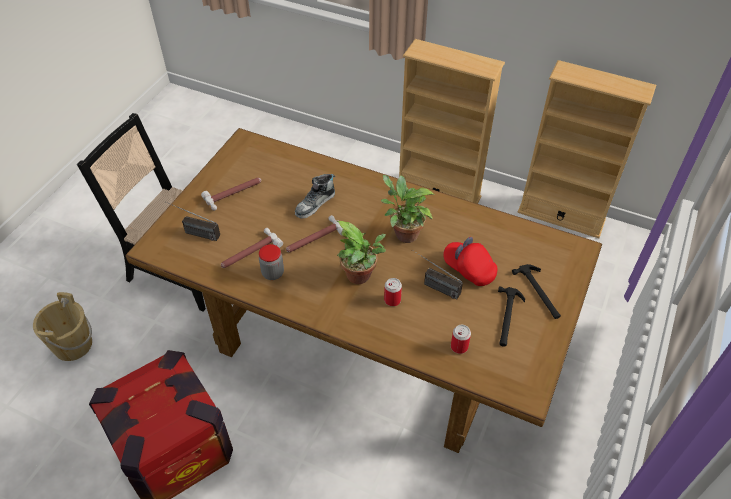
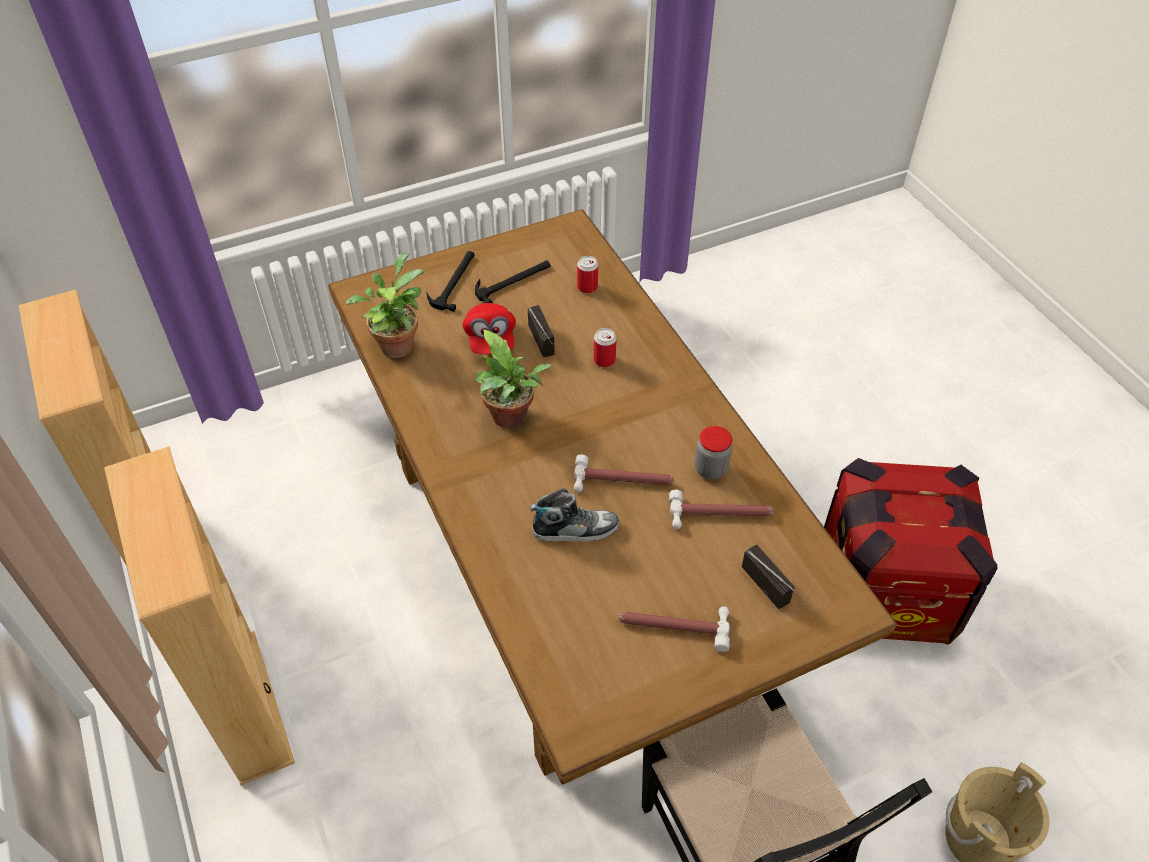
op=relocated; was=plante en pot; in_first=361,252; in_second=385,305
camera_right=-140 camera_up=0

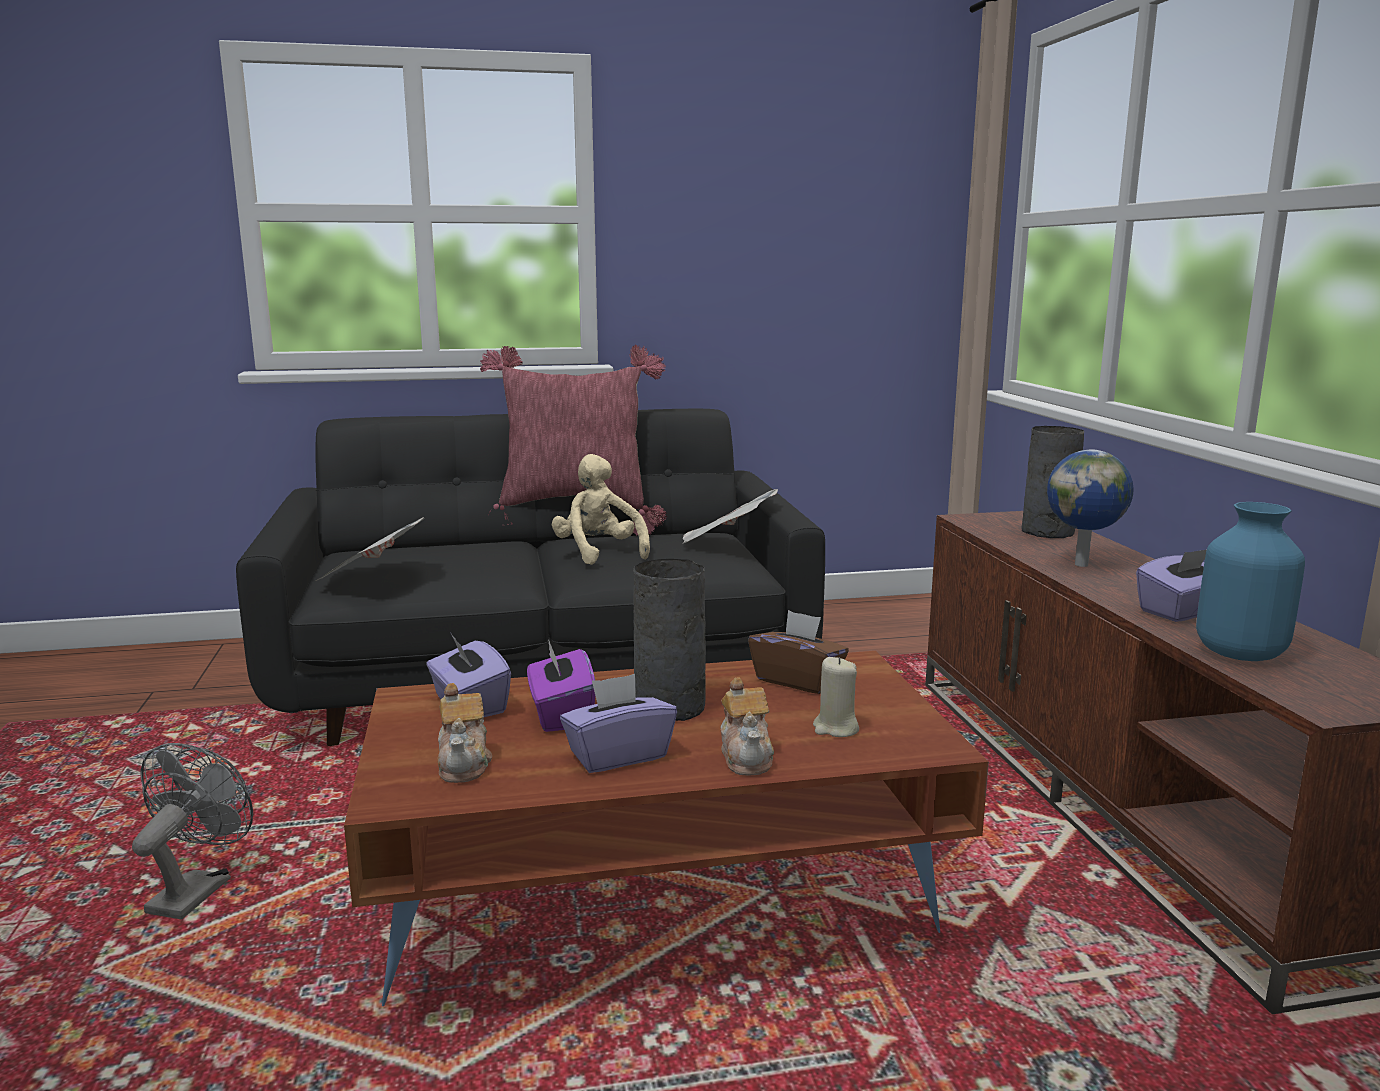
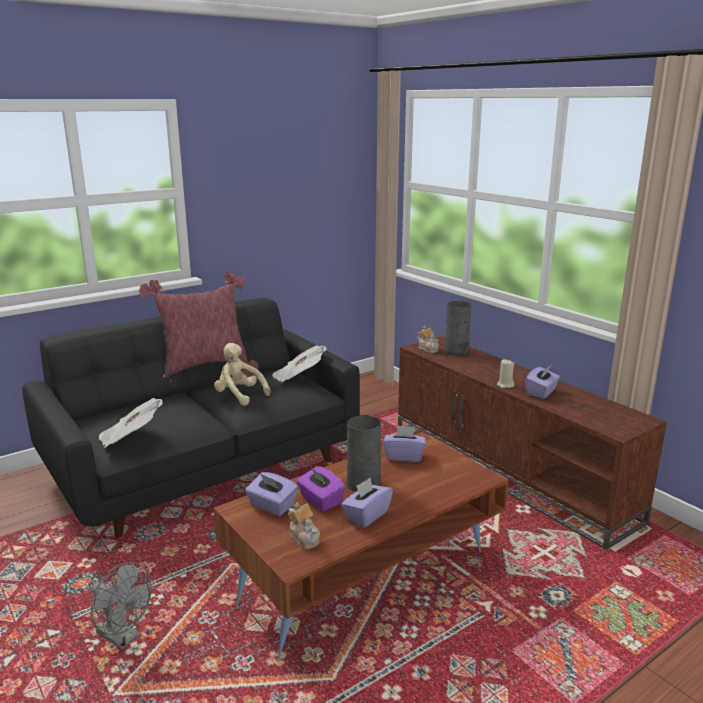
op=spun; was=ventilateur/gris; in_first=192,831; in_second=121,606; clockwise=135
op=colour; was=boîte à mouchoirs/marron; now=boîte à mouchoirs/violet; in_first=798,652; in_second=404,443
op=relocated; was=théière; in_first=747,726; in_second=428,339
op=relocated; was=bougie/beige; in_first=836,697; in_second=506,373
op=missing; was=globe; in_first=1090,508
op=missing; was=vase/bleu; in_first=1250,581
camera_right=-25 camera_up=5

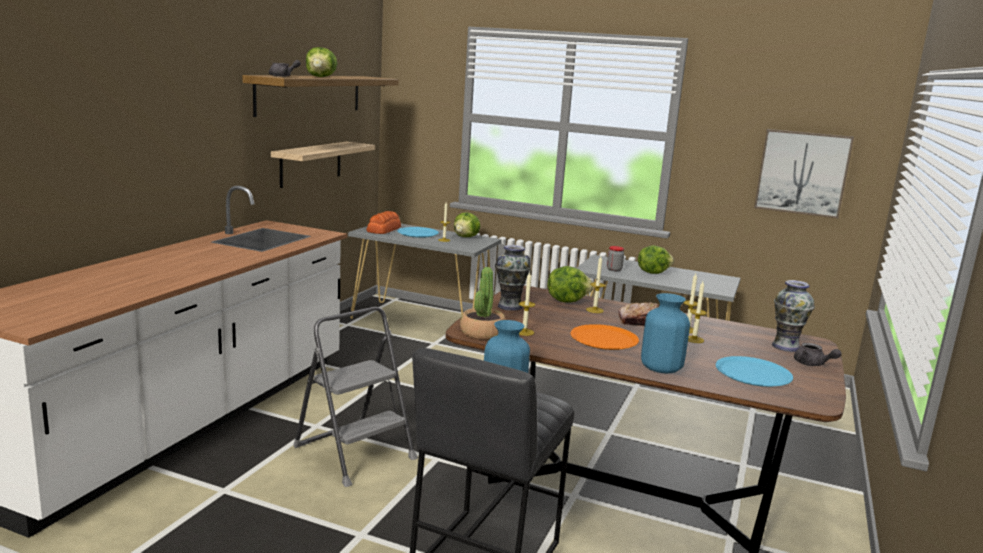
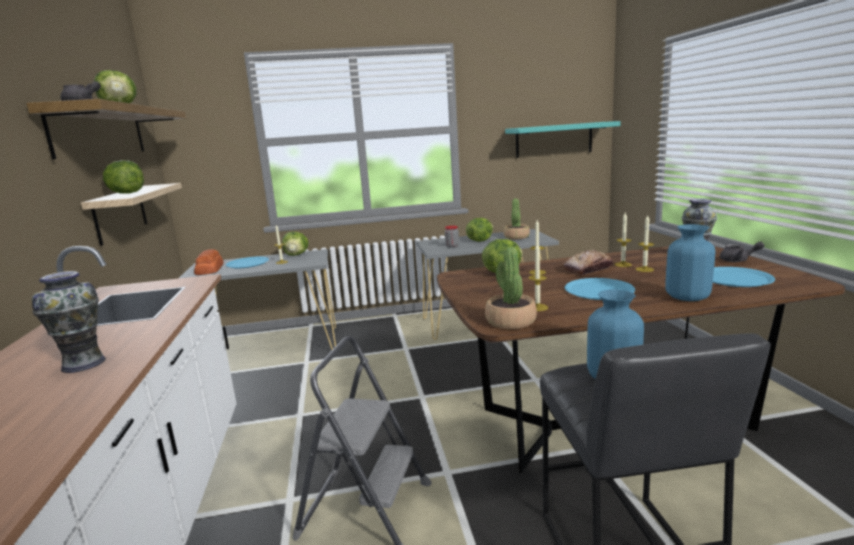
op=relocated; was=vase; in_first=513,278; in_second=69,322
op=appeared; now=laitue; in_second=123,177
op=appeared; now=plante en pot; in_second=517,218
op=exchanged; was=tableau; now=étagère/turquoise; in_first=804,174; in_second=563,139
op=colour; was=assiette/orange; now=assiette/bleu; in_first=604,337; in_second=600,289
camera_right=-30 camera_up=0

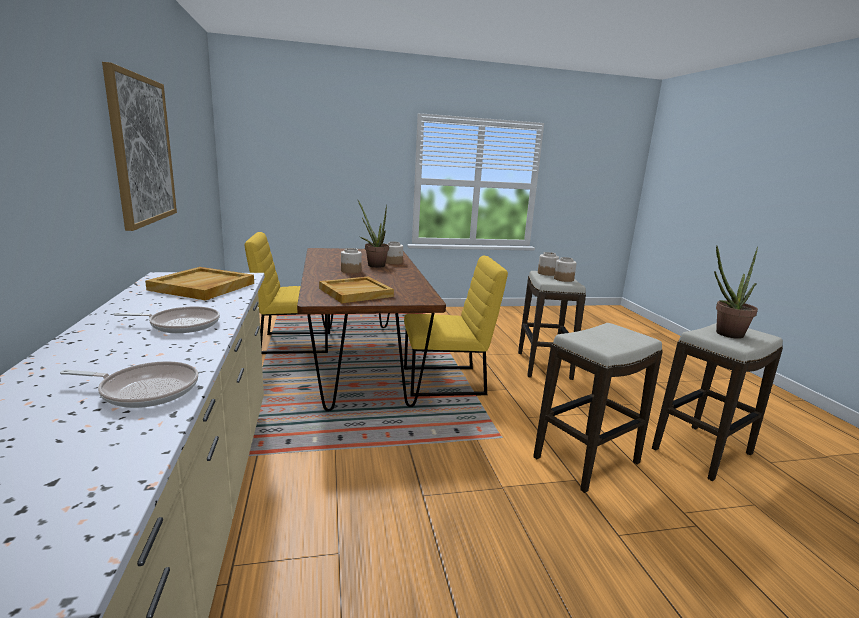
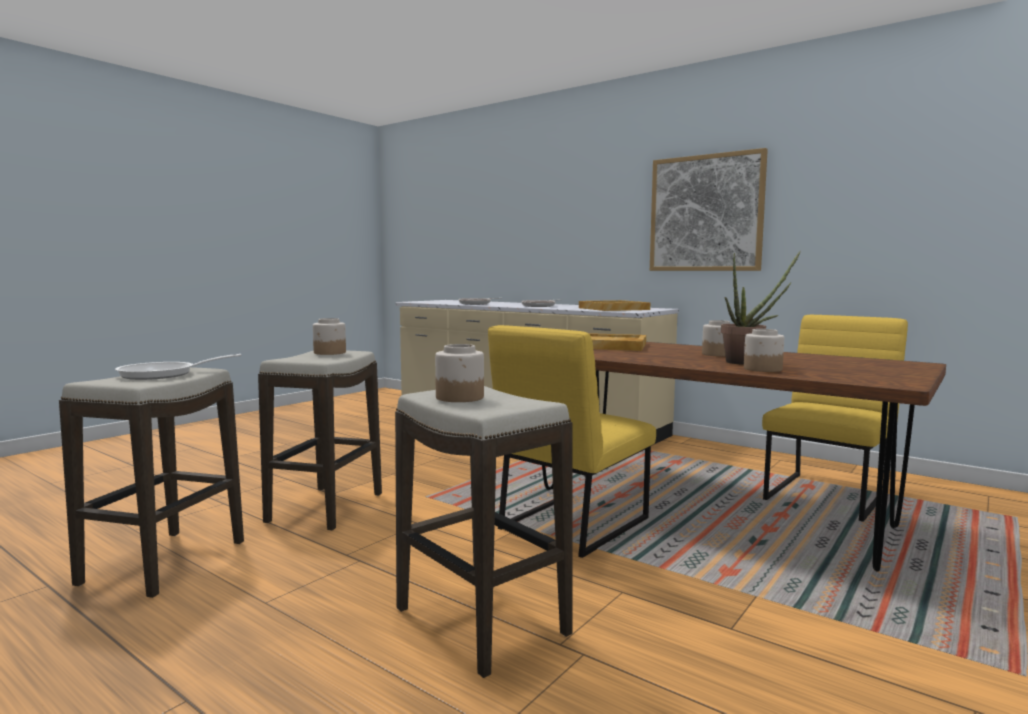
op=exchanged; was=plante en pot; now=poêle; in_first=736,292; in_second=178,367
op=relocated; was=bocal; in_first=548,264; in_second=329,336
camera_right=140 camera_up=-10

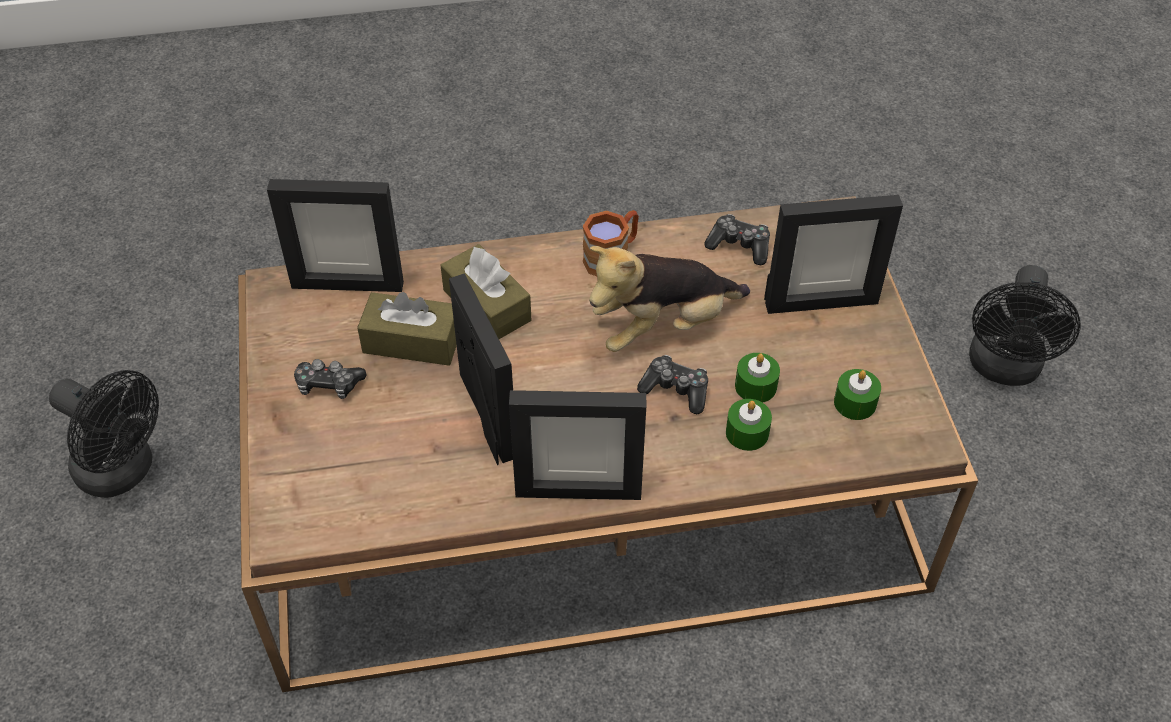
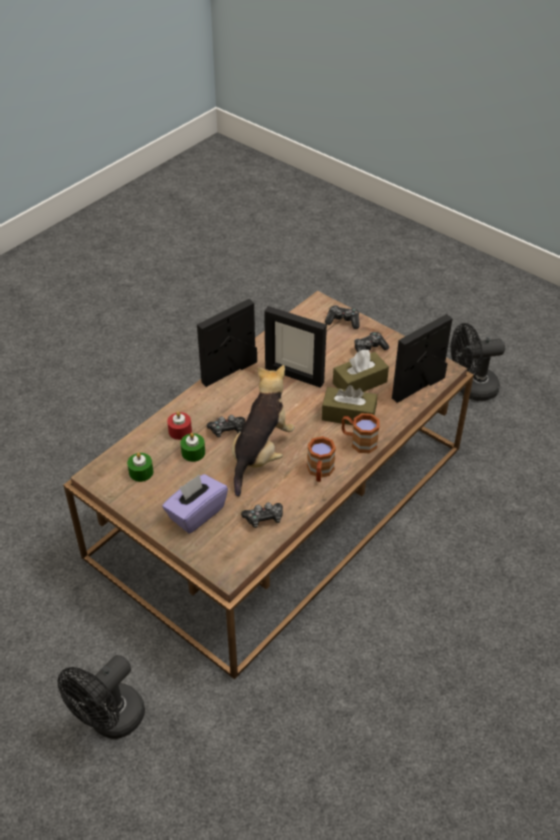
op=spun; was=ventilateur/noir; in_first=1025,325; in_second=101,697; clockwise=-120
op=exchanged; was=cadre photo; now=boîte à mouchoirs/violet; in_first=833,254; in_second=195,503
op=colour; was=bougie/vert; now=bougie/rouge; in_first=749,425; in_second=179,425
op=appeared; now=manette; in_second=342,317
op=appeared; now=mug/marron; in_second=361,433
camera_right=140 camera_up=-5

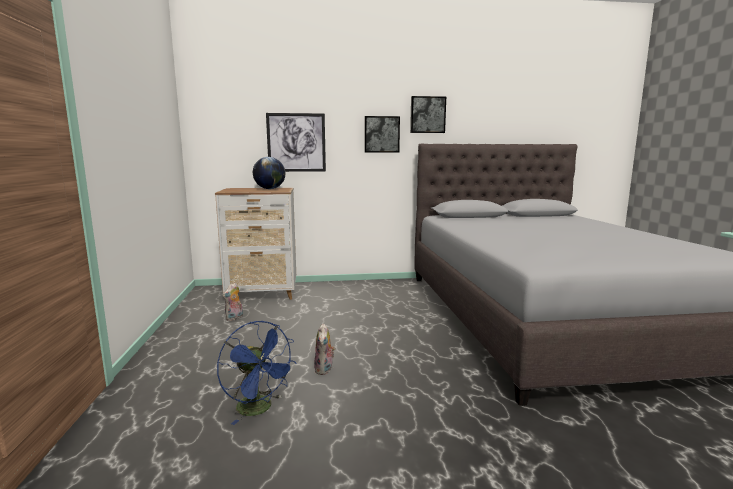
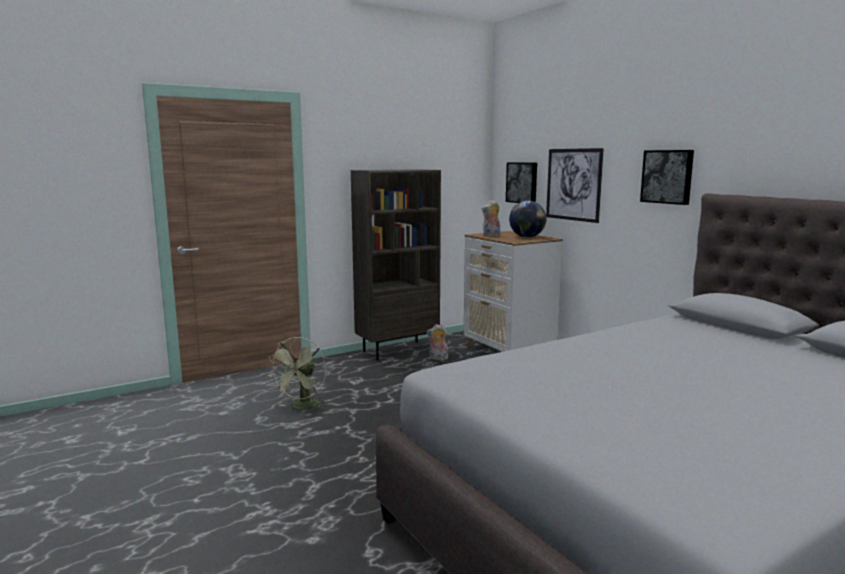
op=colour; was=ventilateur/bleu; now=ventilateur/vert; in_first=257,373; in_second=298,374
op=appeared; now=bibliothèque/marron; in_second=396,264
op=relocated; was=peluche; in_first=324,349; in_second=491,218
op=relocated; was=tableau; in_first=428,114; in_second=521,182
camera_right=65 camera_up=0

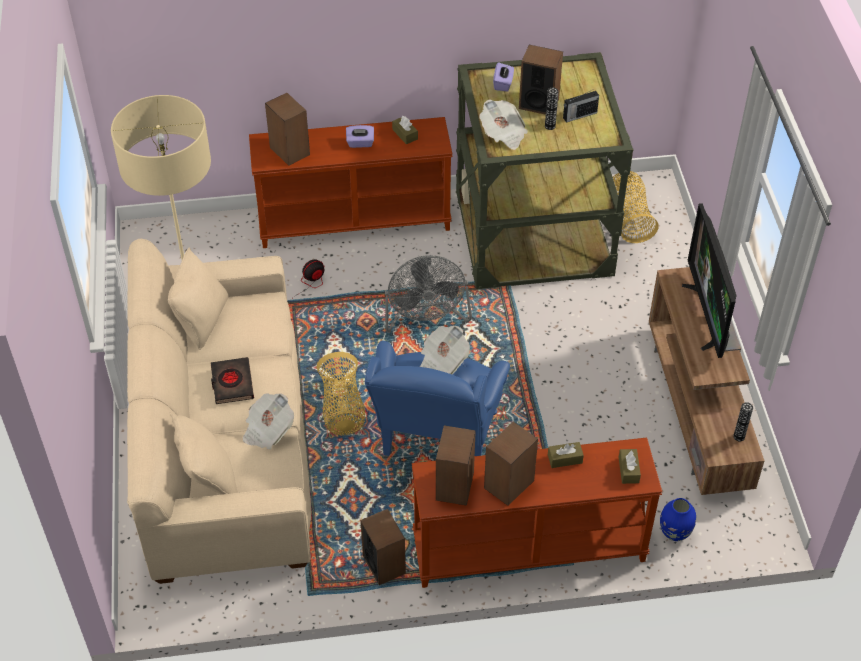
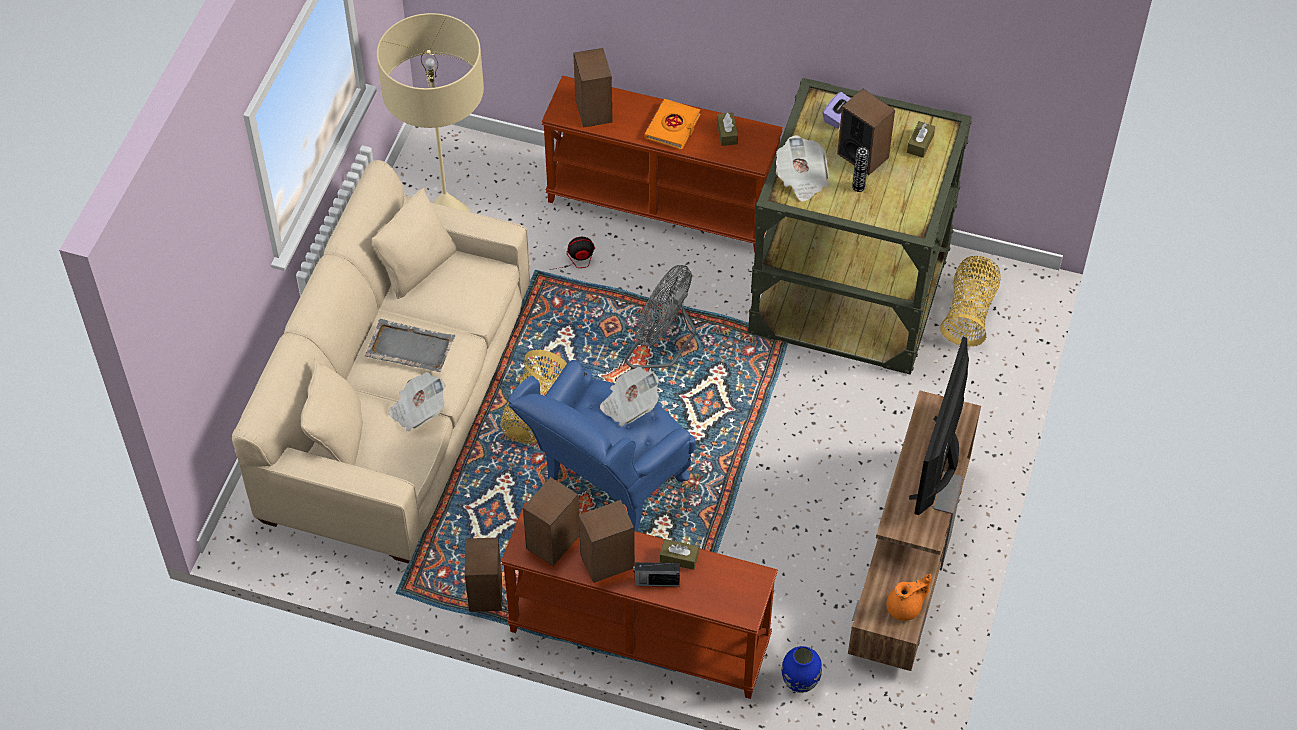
op=exchanged; was=livre/noir; now=plateau/gris; in_first=232,380; in_second=409,345
op=spun; was=ventilateur/gris; in_first=428,293; in_second=678,317; clockwise=105
op=relocated; was=radio; in_first=581,106; in_second=656,574
op=exchanged; was=boîte à mouchoirs/violet; now=livre/orange; in_first=360,136; in_second=672,124
op=exchanged; was=vase; now=théière/orange; in_first=743,422; in_second=909,597
op=relocated; was=boîte à mouchoirs/marron; in_first=629,466; in_second=921,139
camera_right=25 camera_up=5

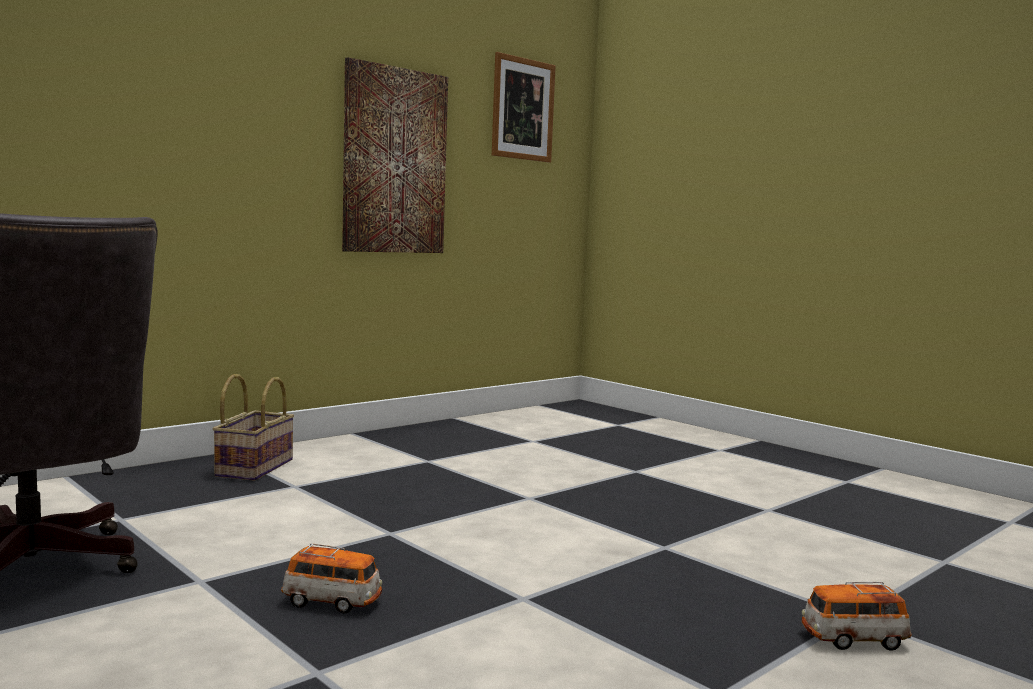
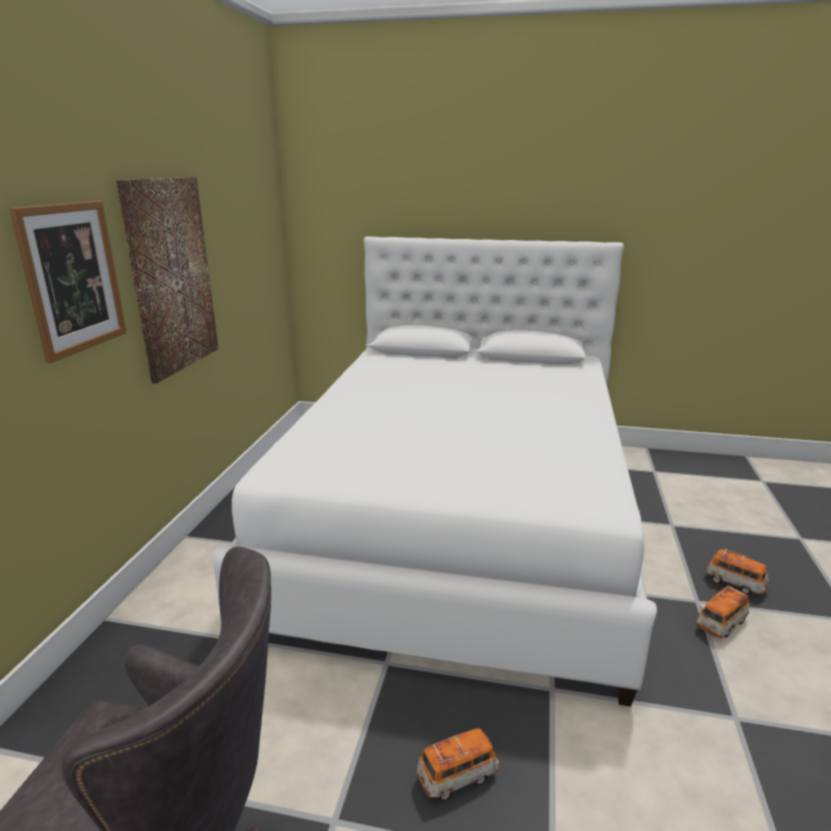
op=relocated; was=tableau; in_first=524,107; in_second=68,282
op=appeared; now=lit/blanc; in_second=434,472
op=appeared; now=petite voiture; in_second=737,572
op=missing; was=panier; in_first=253,427
camera_right=-35 camera_up=15

